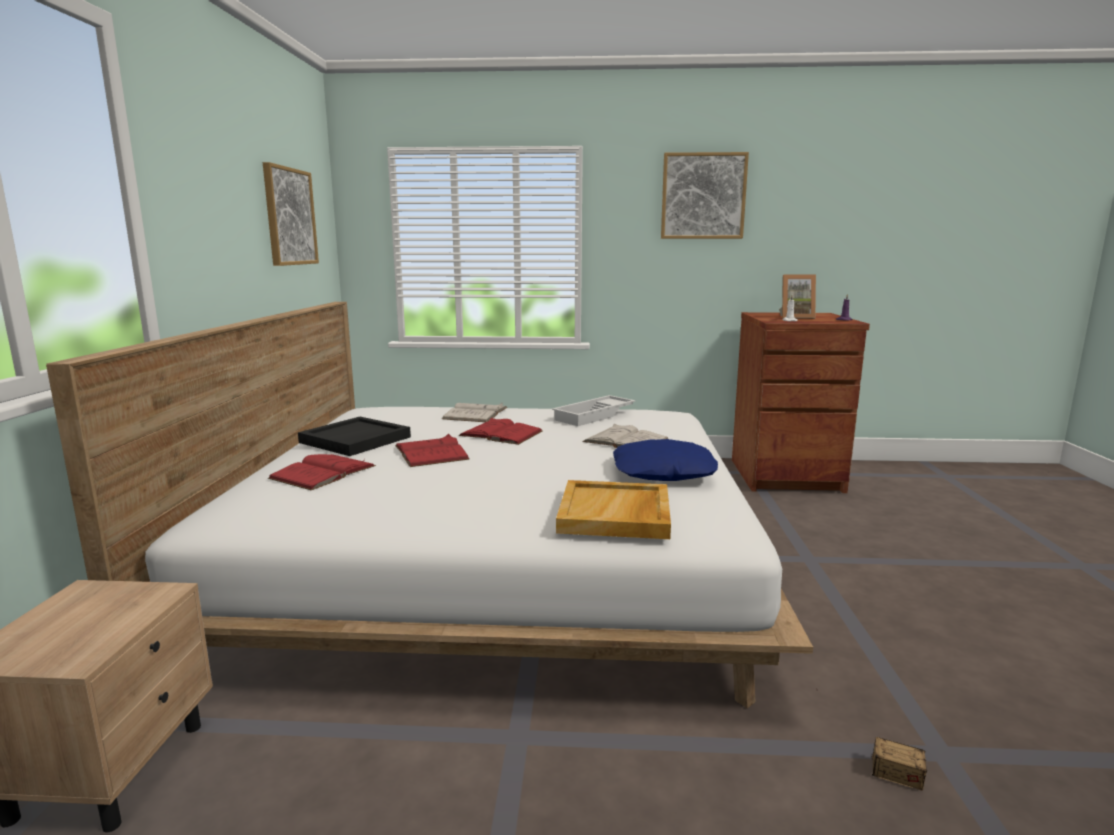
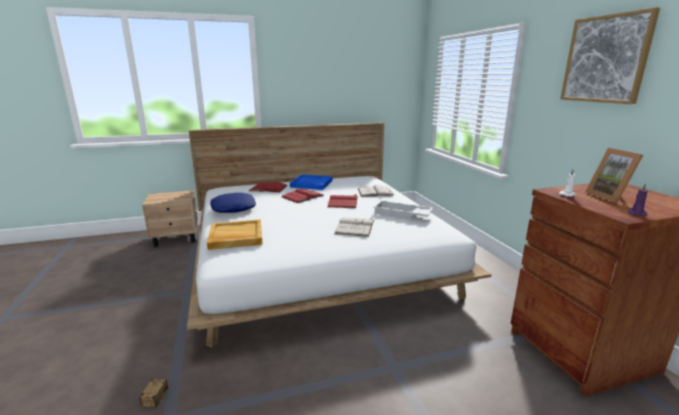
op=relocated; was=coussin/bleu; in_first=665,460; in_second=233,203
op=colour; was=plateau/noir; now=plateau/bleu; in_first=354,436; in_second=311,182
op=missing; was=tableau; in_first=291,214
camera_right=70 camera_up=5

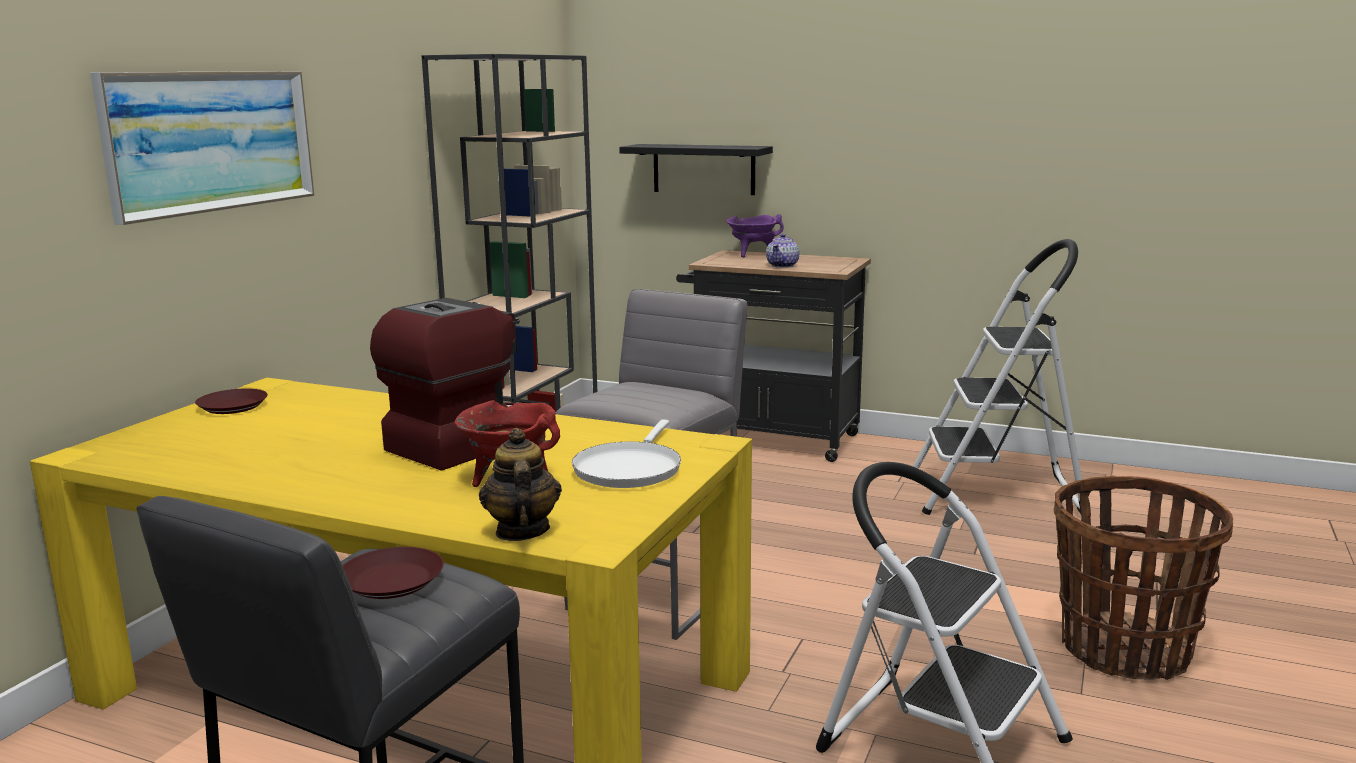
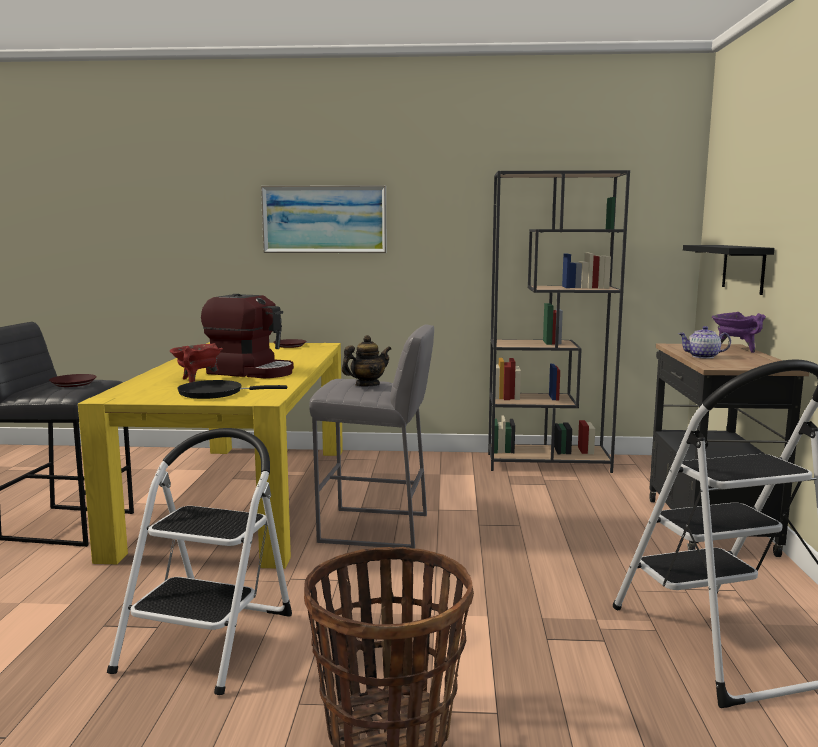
op=colour; was=poêle/blanc; now=poêle/noir; in_first=626,454; in_second=232,389
op=relocated; was=théière; in_first=520,484; in_second=366,360
camera_right=70 camera_up=-5

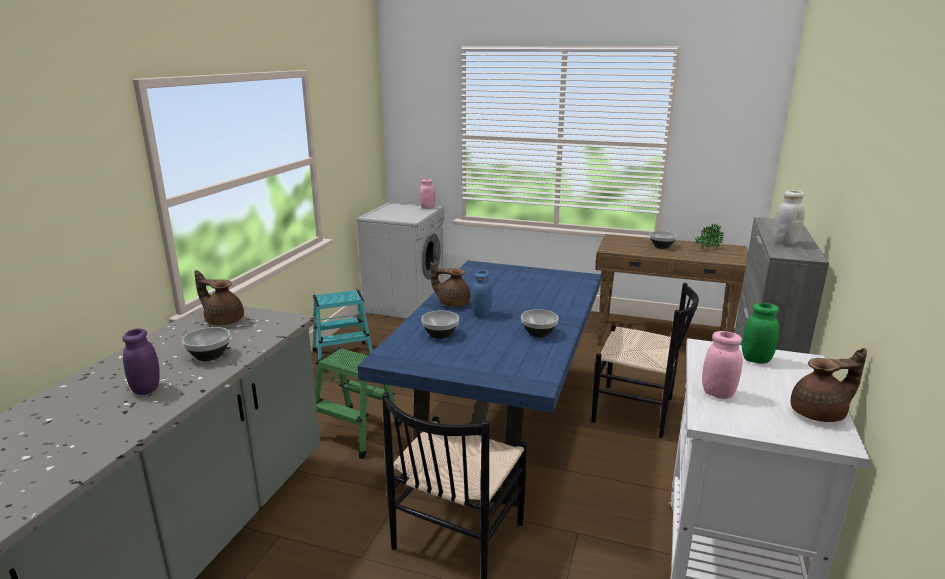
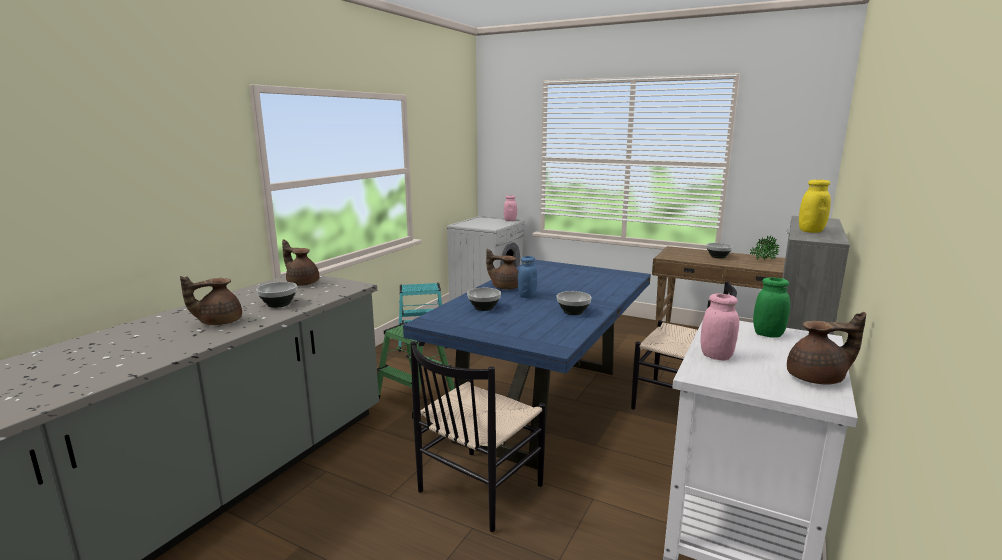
op=exchanged; was=bocal/violet; now=théière/marron; in_first=141,361; in_second=211,300
op=colour; was=bocal/blanc; now=bocal/jaune; in_first=789,217; in_second=815,206
camera_right=10 camera_up=-5

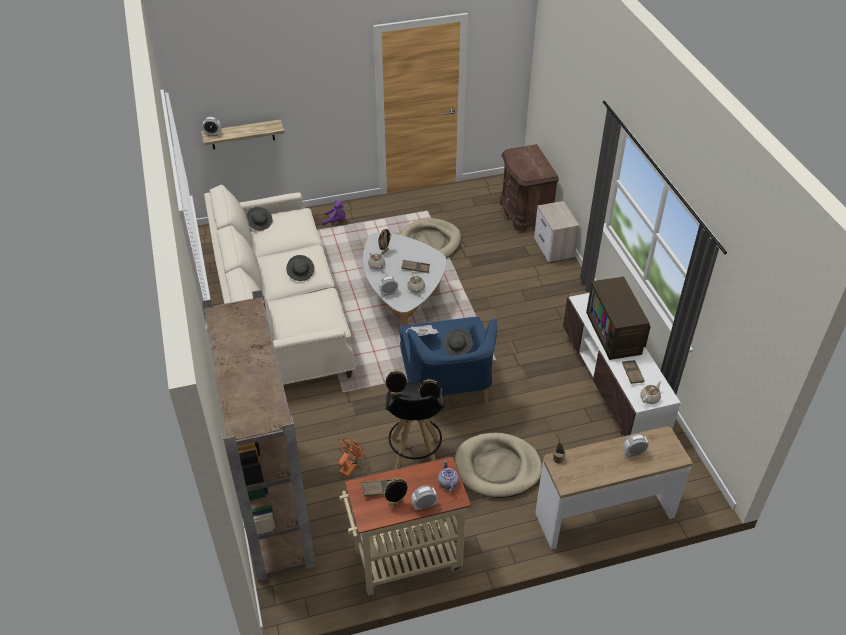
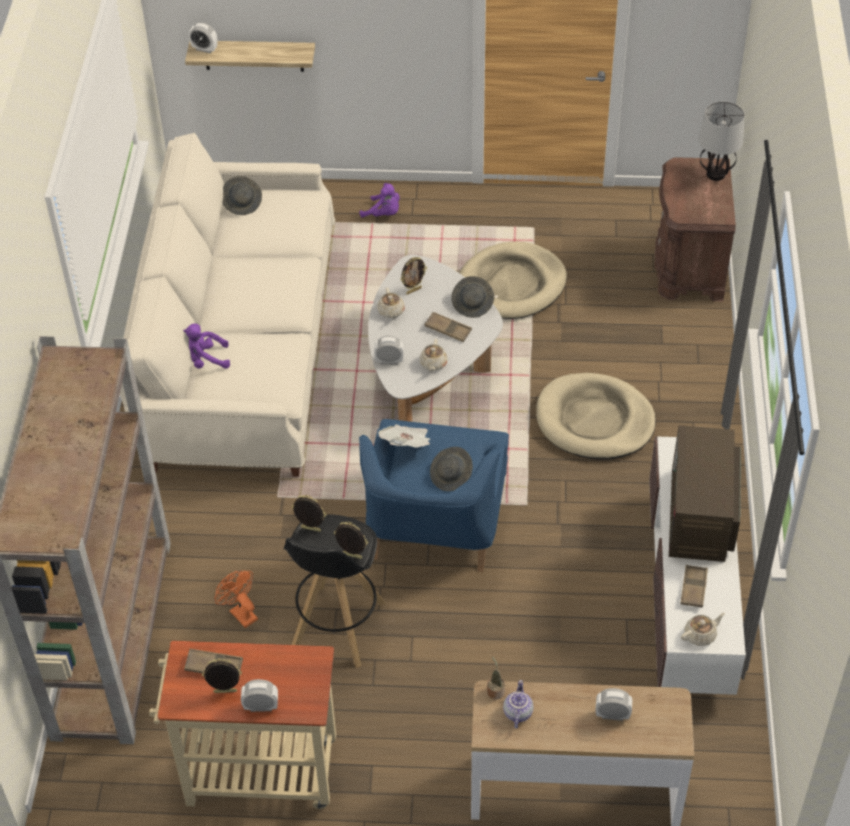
op=appeared; now=peluche/violet; in_second=206,346
op=spun; was=ventilateur/orange; in_first=351,457; in_second=236,599; clockwise=-90
op=relocated; was=chapeau/gris; in_first=300,268; in_second=472,297
op=relocated; was=théière; in_first=448,476; in_second=518,704
op=relocated; was=panier pour chien/beige; in_first=498,465; in_second=596,416
op=appeared; now=lampe de table; in_second=722,141
op=missing; was=table de chevet; in_first=557,232
camera_right=20 camera_up=5

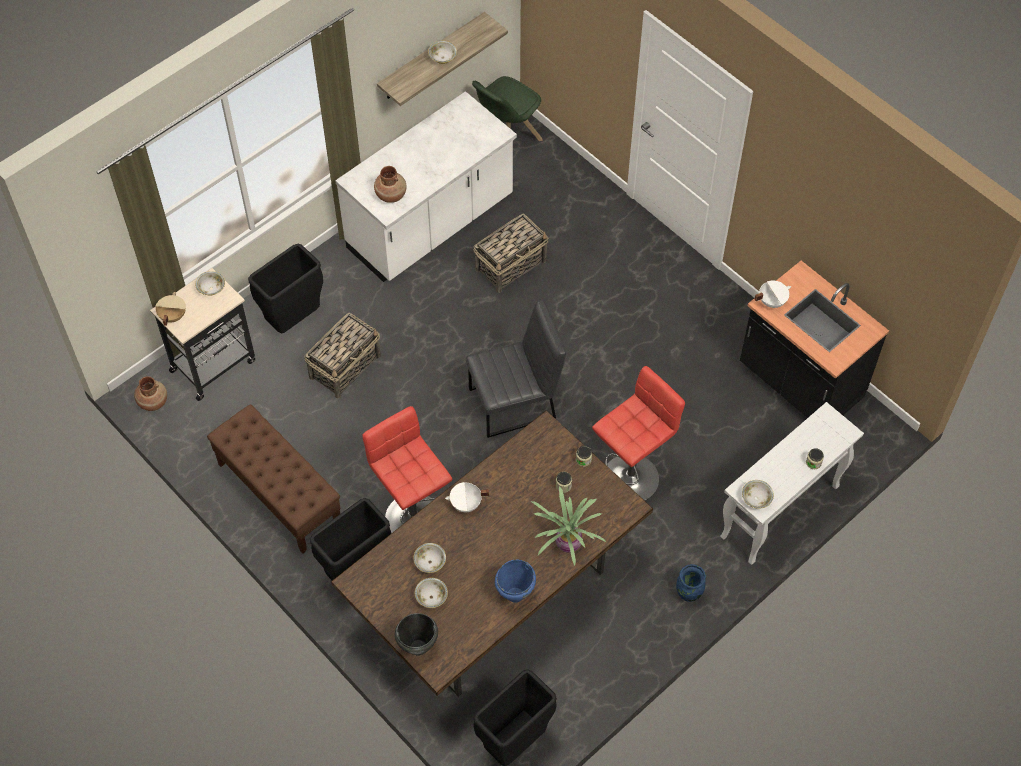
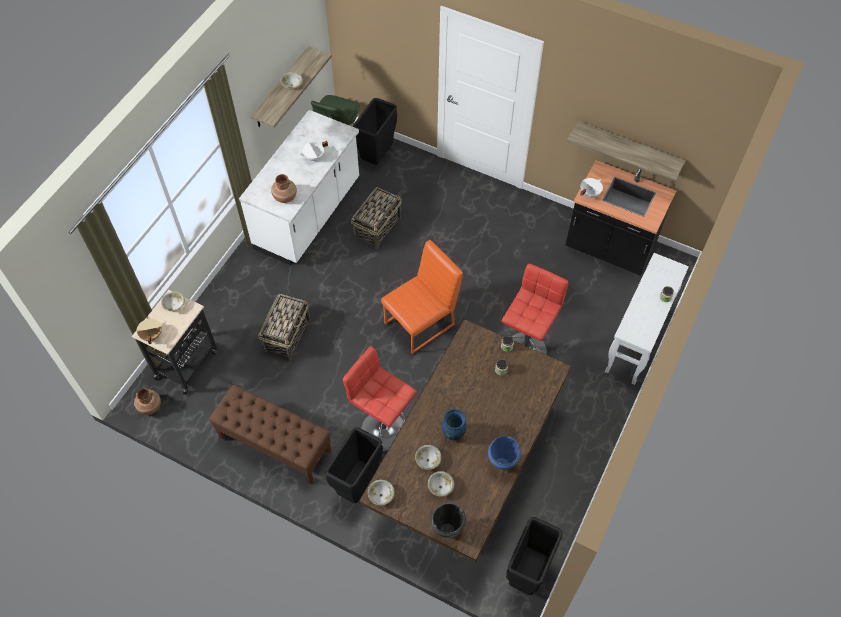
op=relocated; was=marmite/blanc; in_first=467,497; in_second=314,151
op=relocated; was=poubelle/noir; in_first=285,288; in_second=375,131
op=relocated; was=bol; in_first=758,494; in_second=381,492
op=colour; was=chaise/gris; now=chaise/orange; in_first=516,369; in_second=422,297
op=relocated; was=vase/bleu; in_first=691,583; in_second=454,425
op=appeared; now=étagère; in_second=626,151
op=missing; was=plante en pot; in_first=568,526
camera_right=-20 camera_up=0

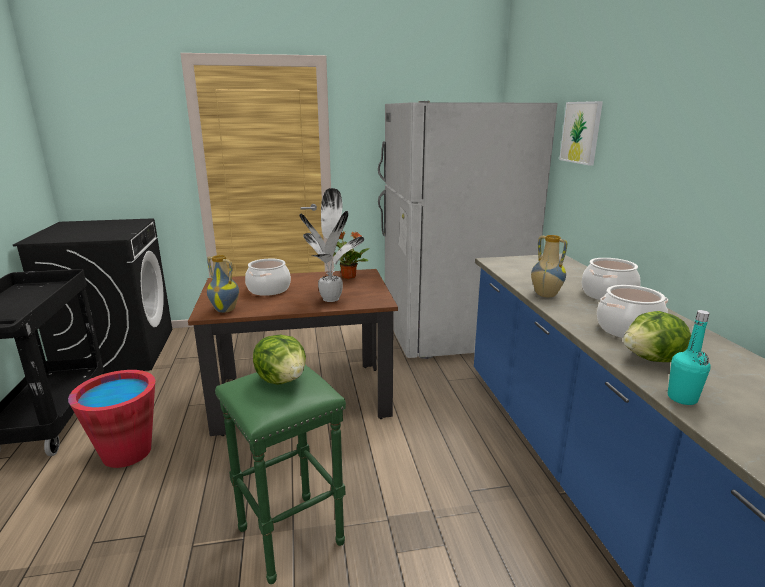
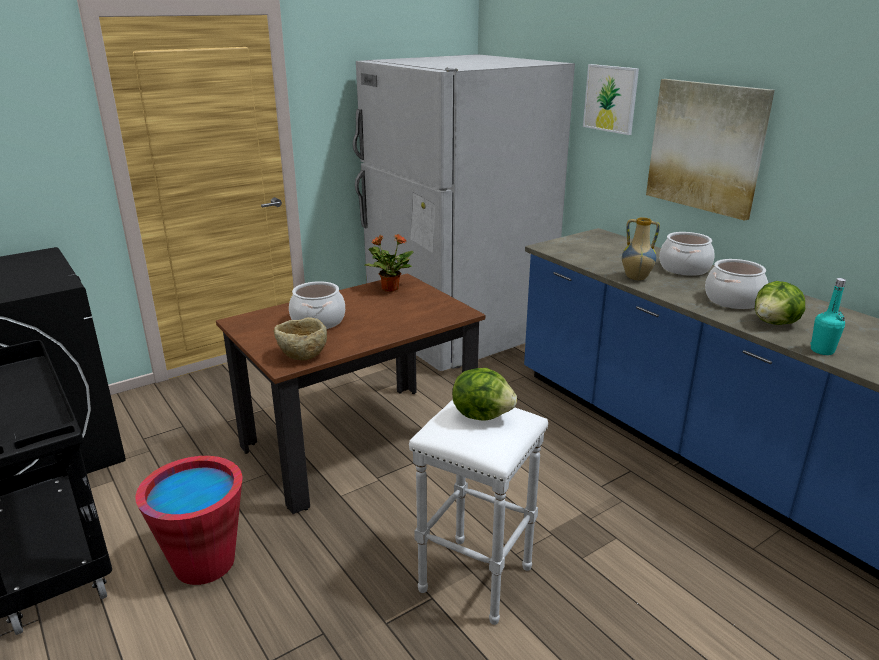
op=exchanged; was=vase; now=bol/beige; in_first=223,284; in_second=300,338
op=colour; was=tabouret/vert; now=tabouret/blanc; in_first=280,474; in_second=478,512
op=appeared; now=tableau; in_second=710,150
op=missing; was=plante en pot; in_first=332,245
camera_right=-25 camera_up=5

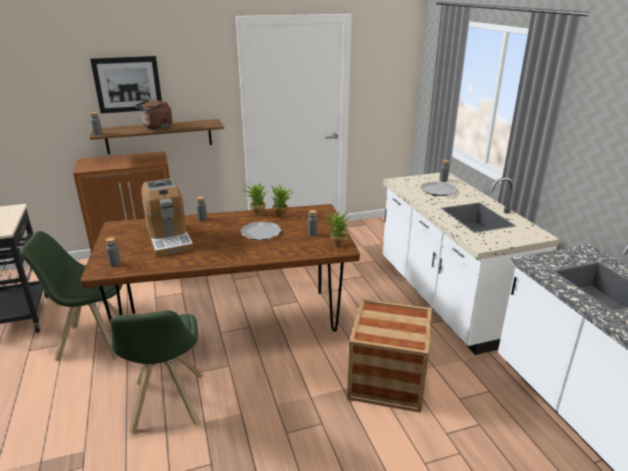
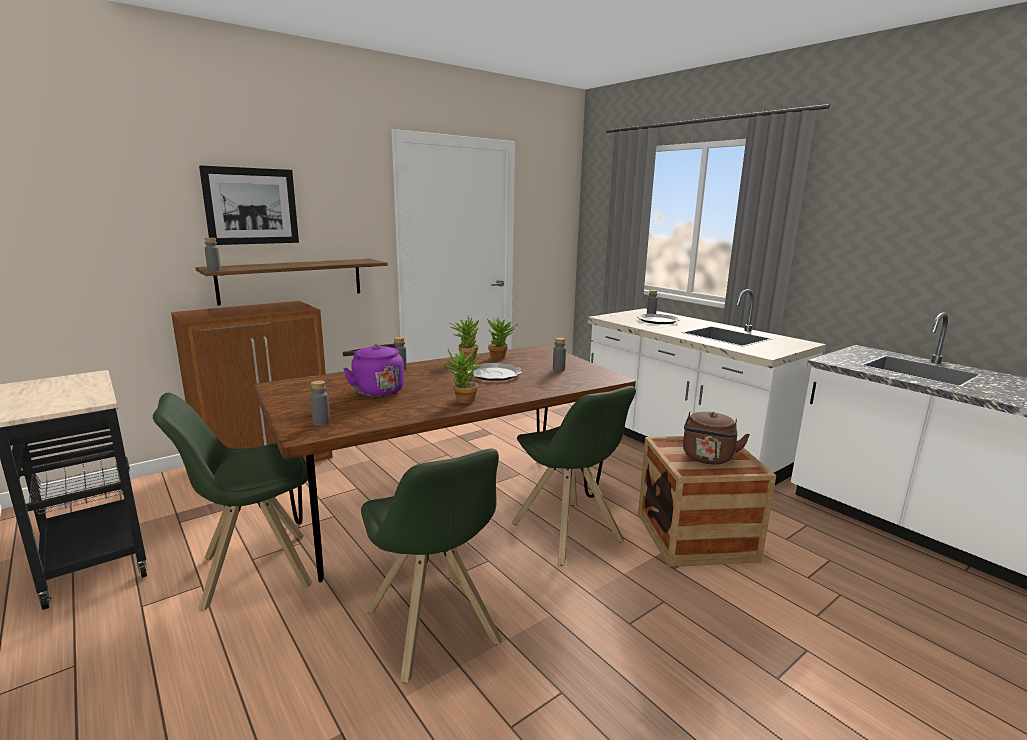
op=exchanged; was=machine à café; now=bouilloire/violet; in_first=167,217; in_second=373,370
op=relocated; was=plante en pot; in_first=338,228; in_second=463,375
op=appeared; now=chaise/vert; in_second=574,476
op=relocated; was=bouilloire/marron; in_first=153,114; in_second=716,438
camera_right=-20 camera_up=-10

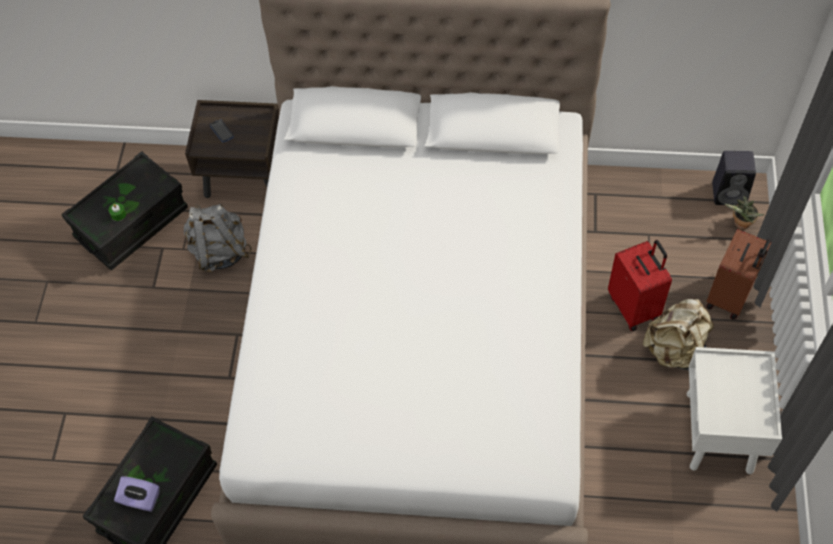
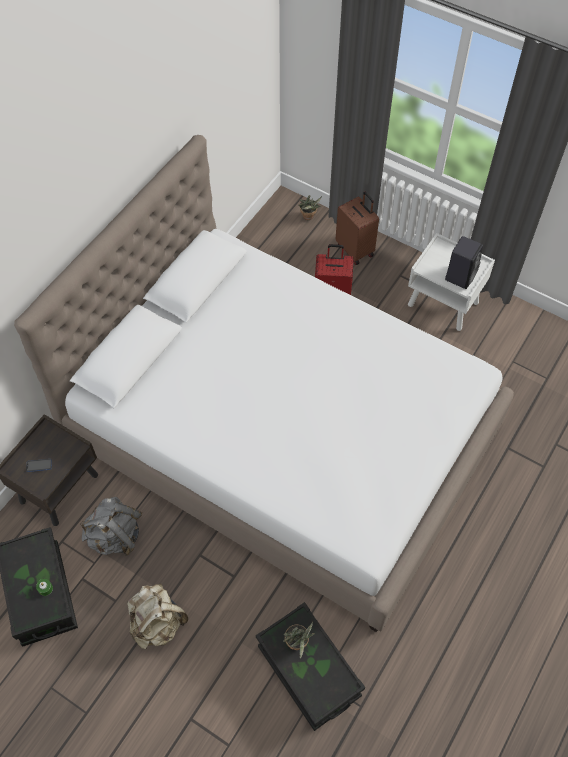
op=relocated; was=sac à dos/beige; in_first=678,334; in_second=157,616
op=appeared; now=plante en pot; in_second=299,640
op=relocated; was=enceinte/noir; in_first=734,178; in_second=464,262
op=missing; was=boîte à mouchoirs/violet; in_first=137,494
camera_right=-65 camera_up=0

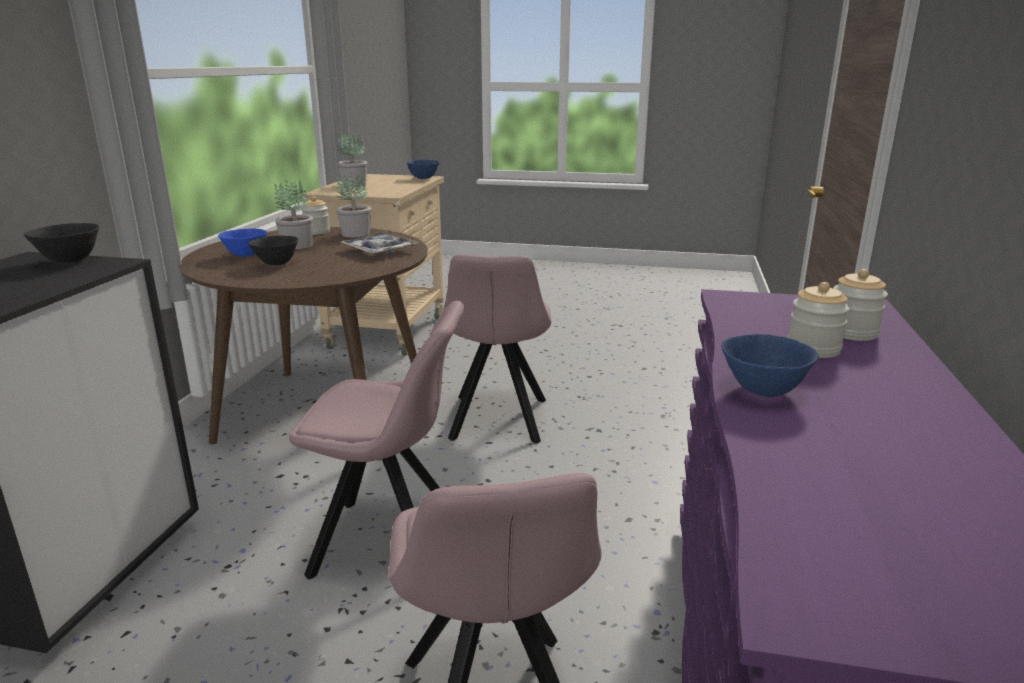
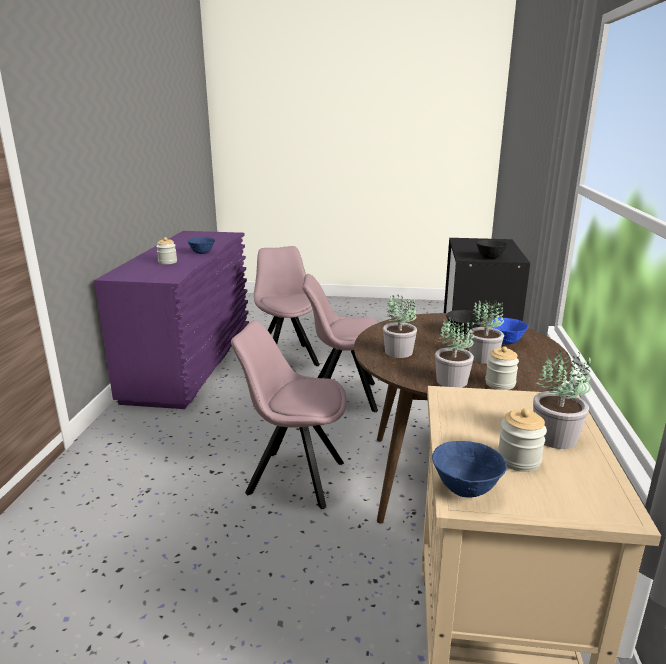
op=spun; was=chaise/rose; in_first=497,349; in_second=288,414; clockwise=-75
op=exchanged; was=plateau; now=plante en pot; in_first=379,243; in_second=400,326
op=relocated; was=bocal; in_first=860,305; in_second=522,440
camera_right=175 camera_up=0

